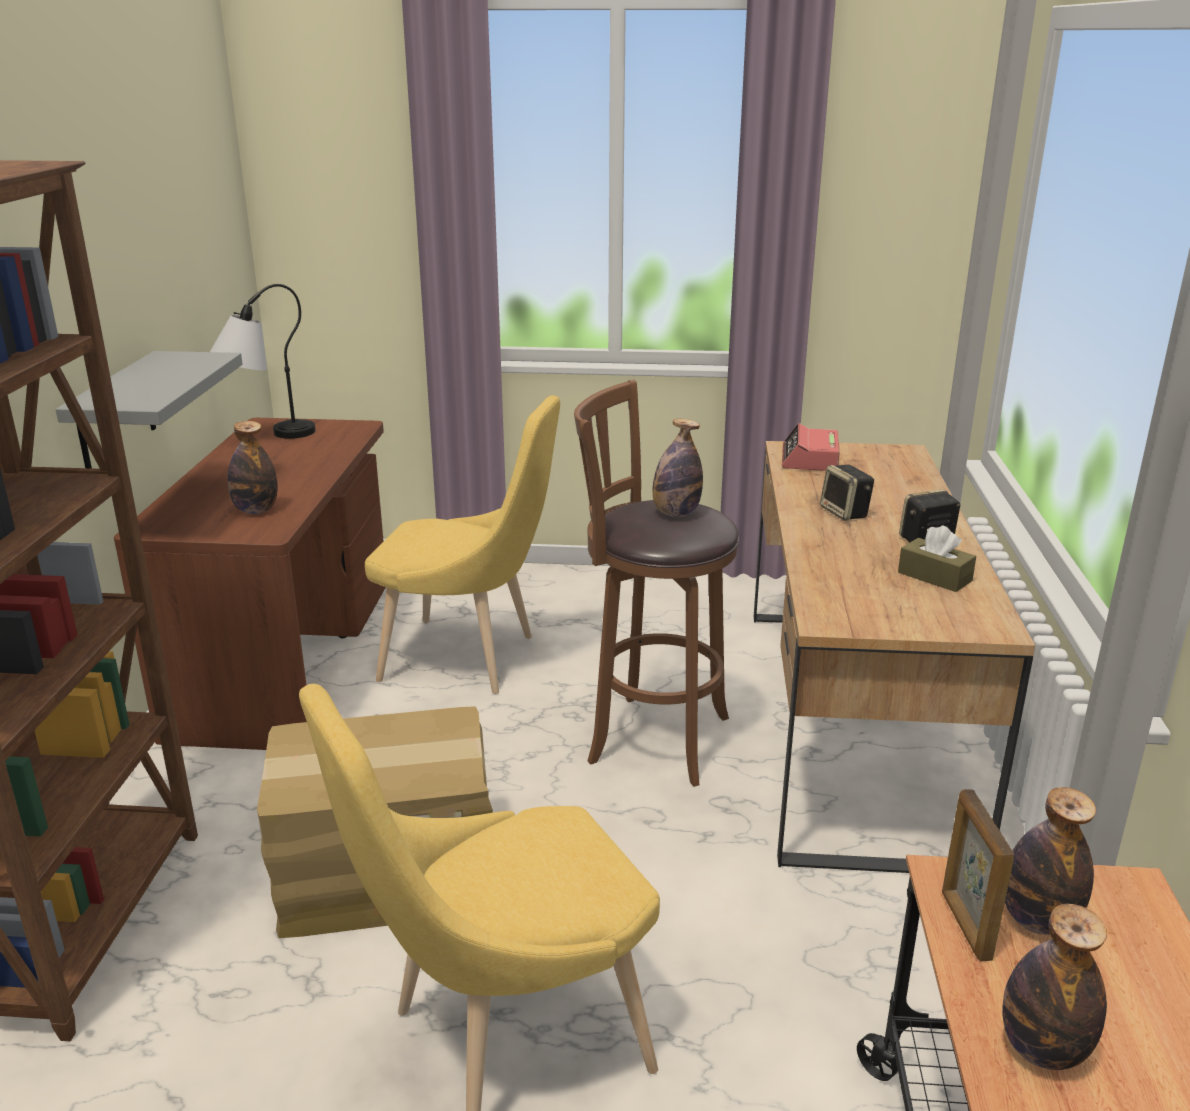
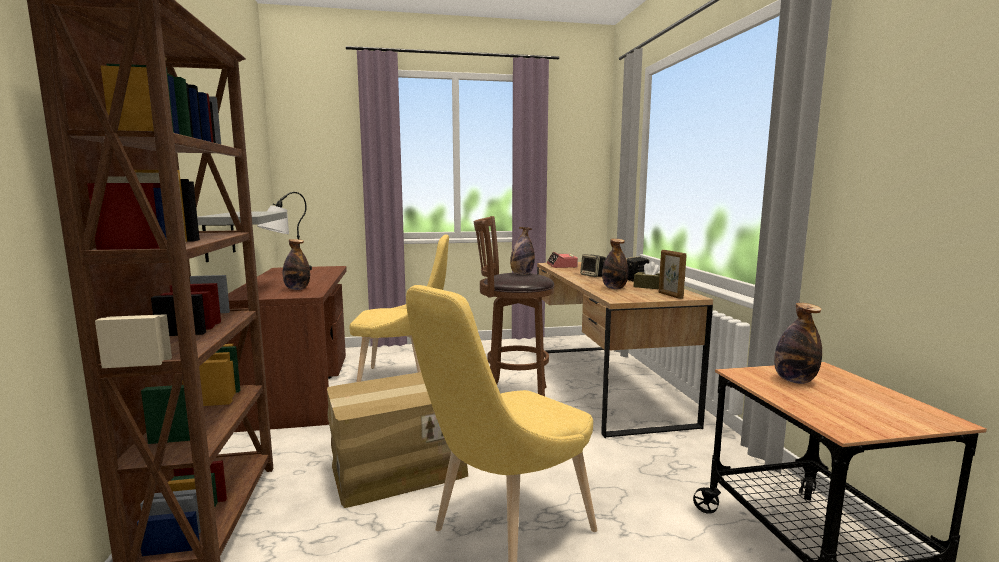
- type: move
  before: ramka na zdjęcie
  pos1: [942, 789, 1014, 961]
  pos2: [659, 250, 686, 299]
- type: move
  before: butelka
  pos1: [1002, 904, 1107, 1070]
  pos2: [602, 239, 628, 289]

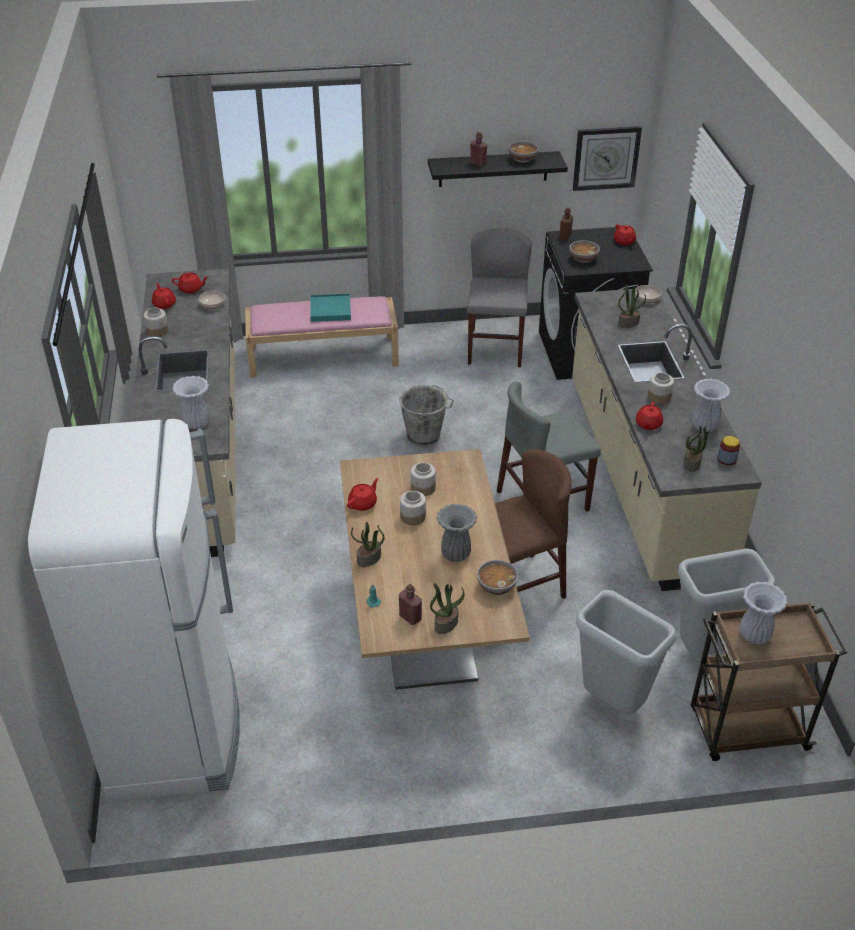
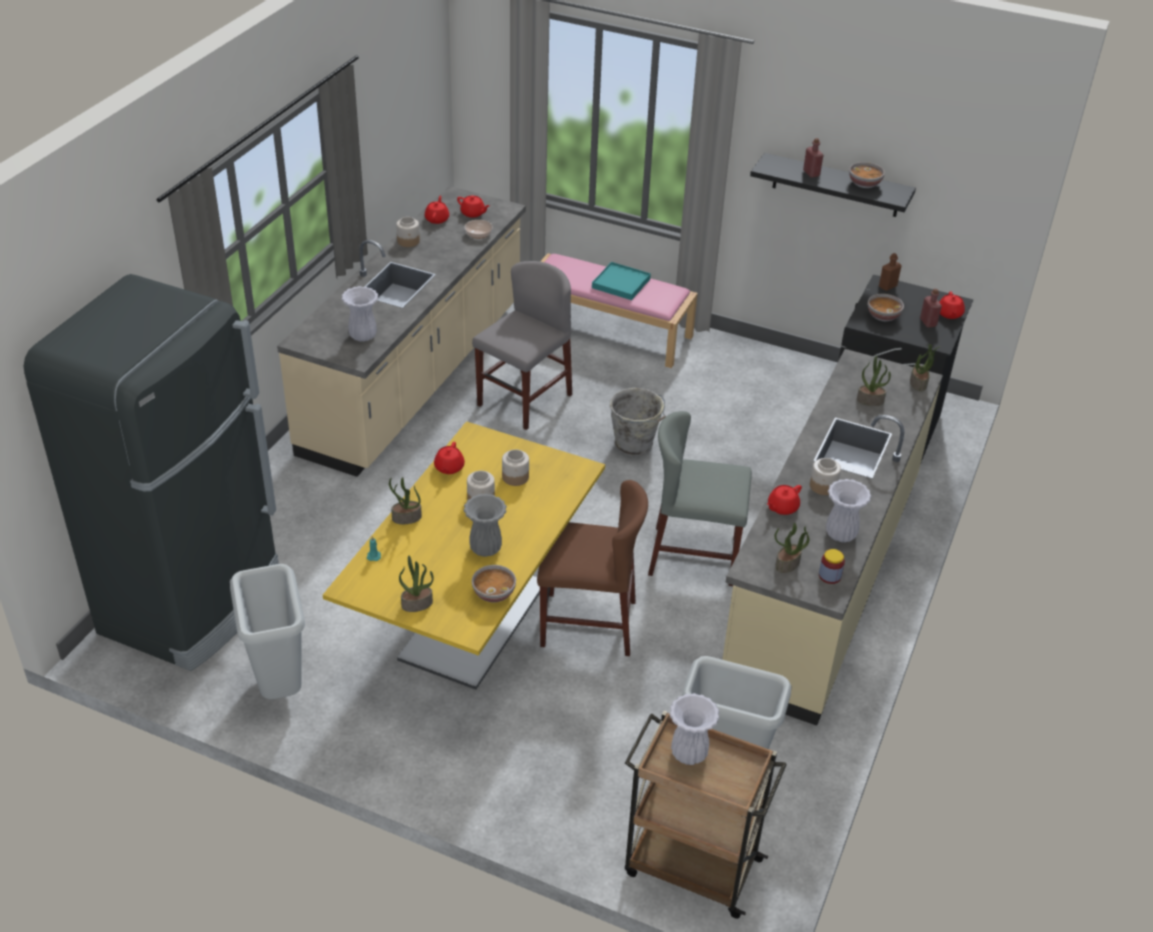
- type: recolor
  before: lodówka (biały)
  after: lodówka (czarny)
  pos1: [28, 419, 240, 802]
  pos2: [24, 274, 279, 671]
- type: recolor
  before: stół jadalny (brązowy)
  after: stół jadalny (żółty)
  pos1: [340, 449, 530, 690]
  pos2: [323, 421, 605, 690]
- type: rotate
  before: imbryk (czerwony)
  pos1: [347, 478, 378, 511]
  pos2: [434, 442, 465, 474]
  turn: 120
- type: move
  before: butelka (czerwony)
  pos1: [399, 584, 422, 625]
  pos2: [920, 289, 942, 328]
- type: move
  before: krzesło (szary)
  pos1: [467, 228, 532, 367]
  pos2: [472, 261, 572, 430]
- type: delete
  before: zegar ścienny
  pos1: [573, 126, 642, 191]
- type: move
  before: kosz na śmieci (szary)
  pos1: [576, 590, 676, 714]
  pos2: [230, 564, 305, 699]
- type: replace
  before: miska
  after: roślina doniczkowa
  pos1: [635, 285, 661, 303]
  pos2: [910, 344, 940, 391]

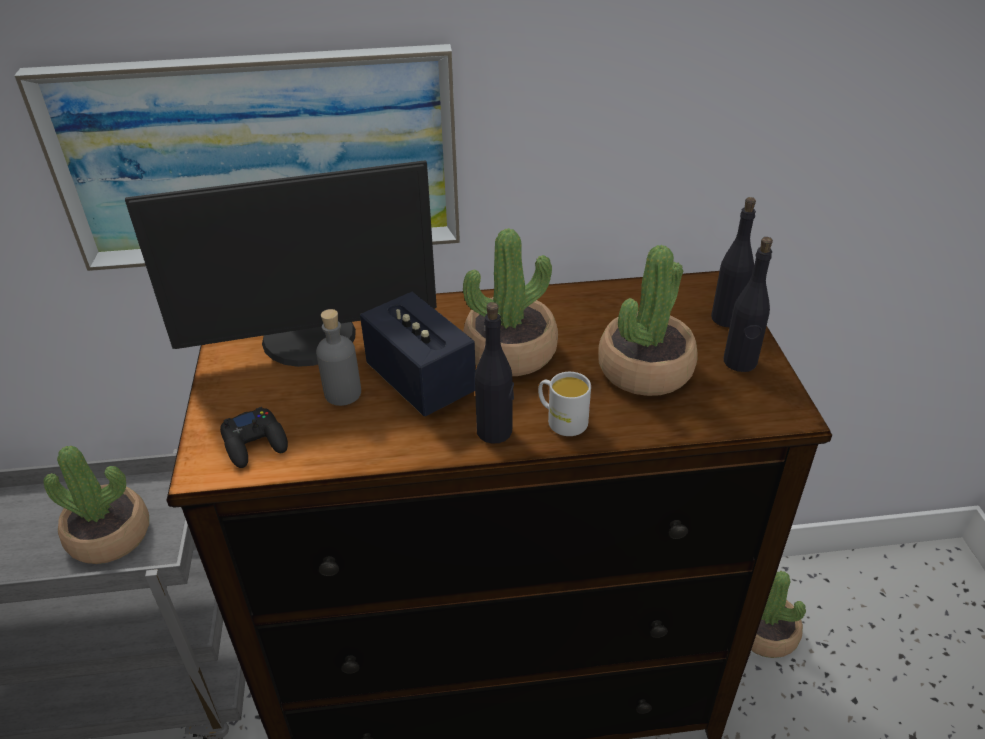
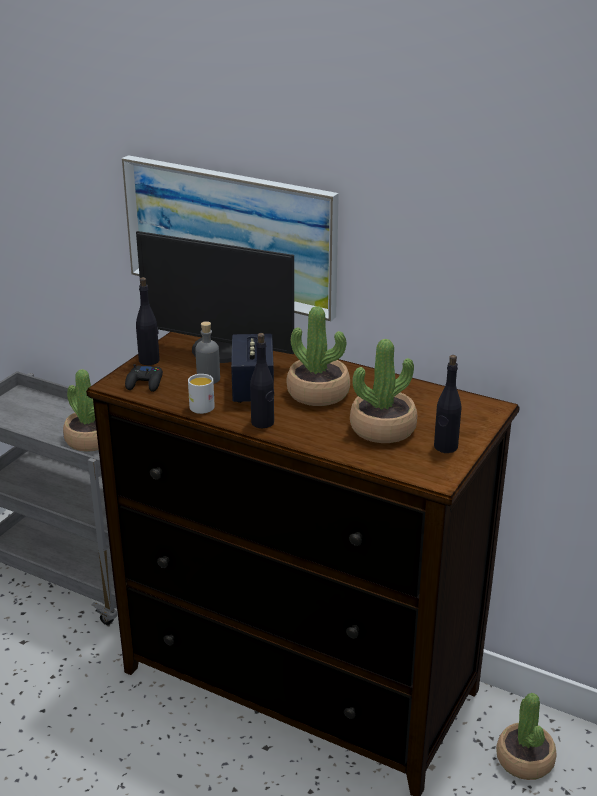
- type: move
  before: kubek (biały)
  pos1: [538, 372, 591, 436]
  pos2: [188, 374, 215, 414]
- type: move
  before: butelka (czarny)
  pos1: [711, 197, 756, 327]
  pos2: [136, 277, 160, 365]

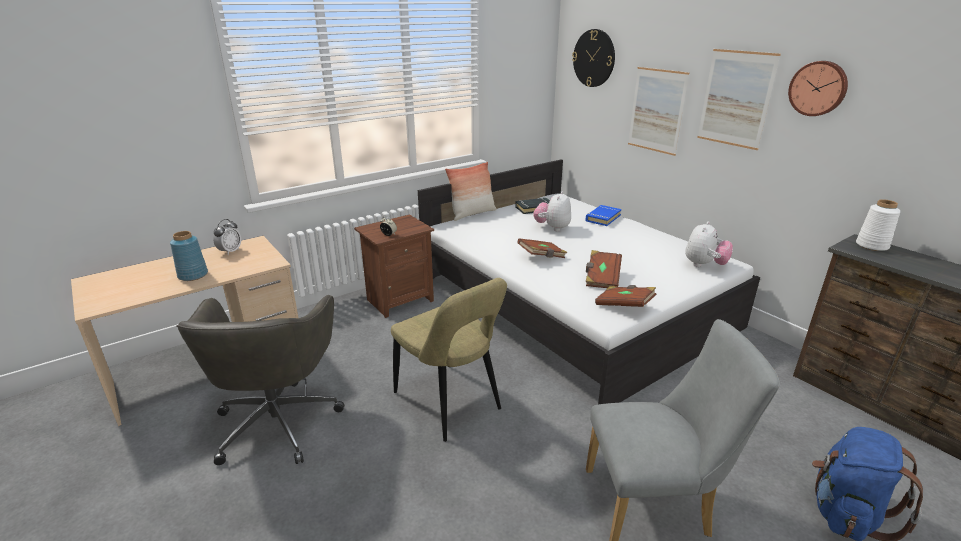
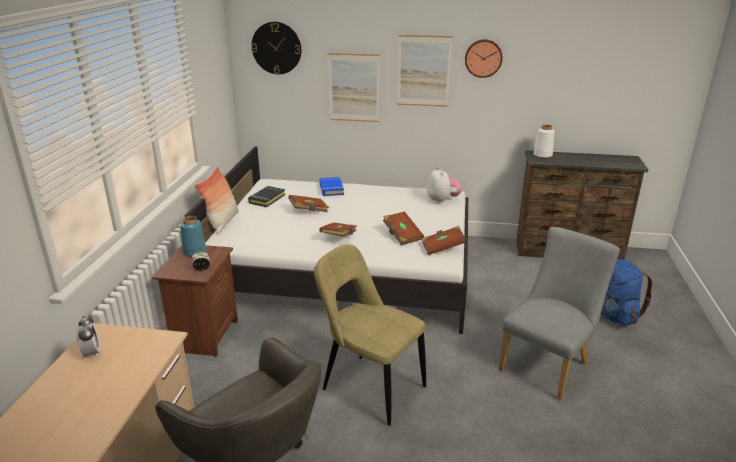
- type: move
  before: wazon (niebieski)
  pos1: [170, 231, 208, 281]
  pos2: [180, 216, 206, 257]
- type: rotate
  before: krzesło (beżowy)
  pos1: [391, 278, 507, 442]
  pos2: [314, 244, 426, 425]
  turn: -150
- type: replace
  before: pluszak
  after: książka (brązowy)
  pos1: [534, 191, 571, 231]
  pos2: [288, 195, 329, 212]

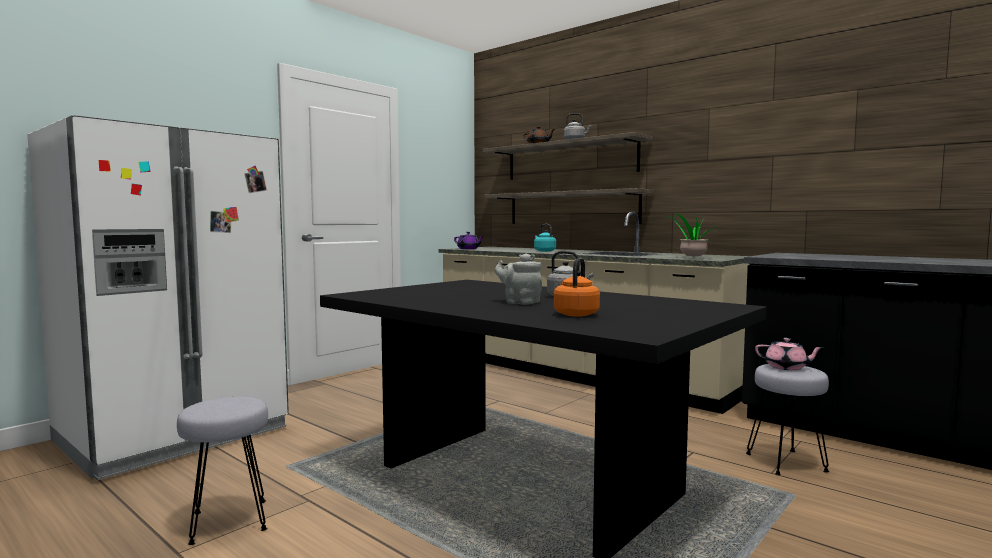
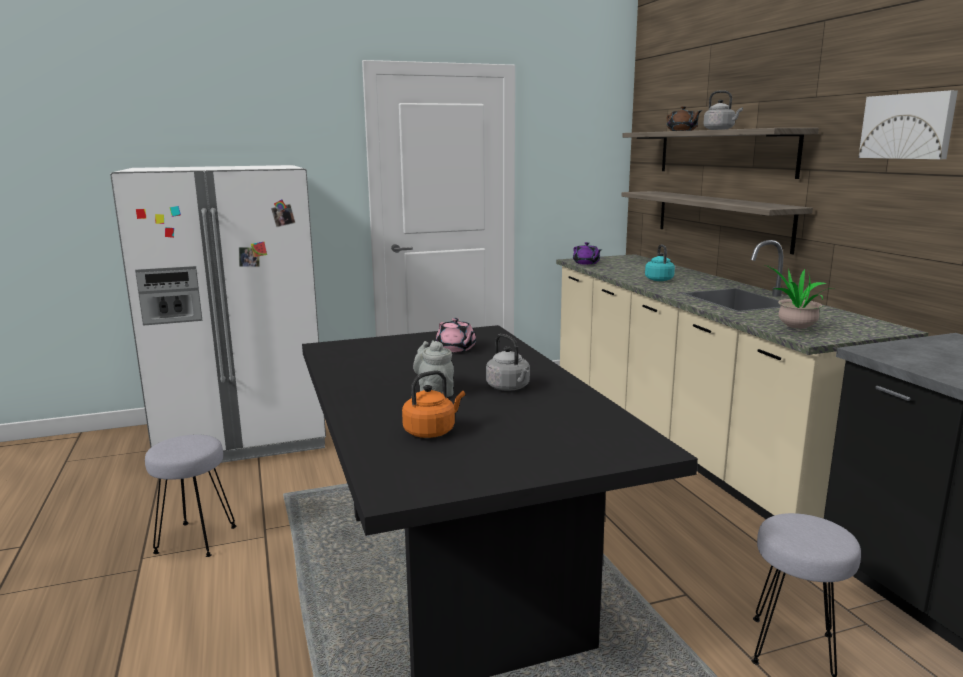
- type: move
  before: imbryk (różowy)
  pos1: [755, 338, 824, 370]
  pos2: [436, 318, 476, 352]
- type: insert
  after: obraz
  pos2: [858, 90, 958, 159]

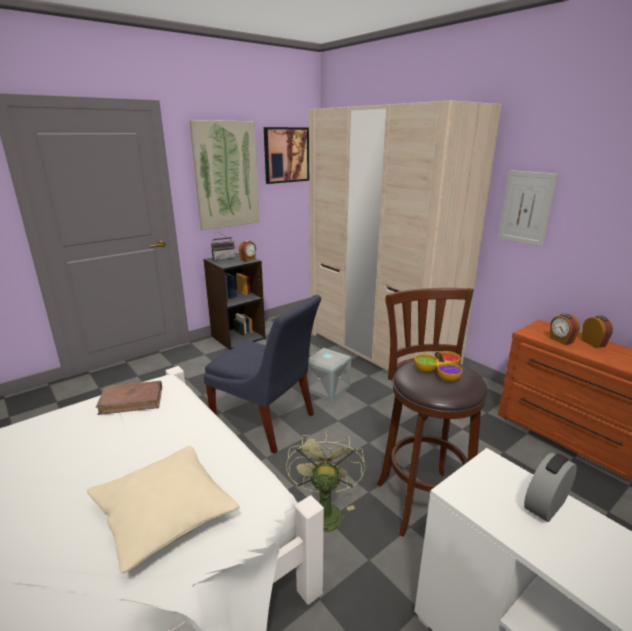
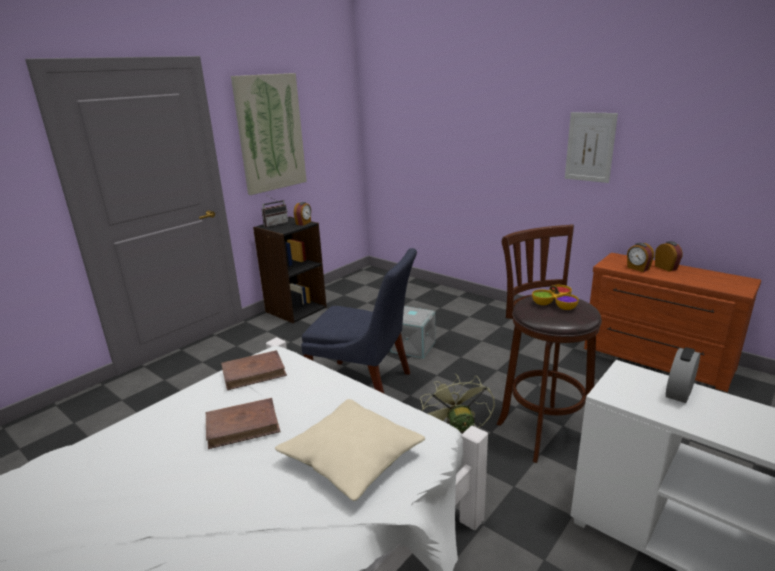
- type: delete
  before: obraz
  pos1: [264, 127, 309, 184]
- type: delete
  before: szafa (beżowy)
  pos1: [309, 101, 502, 371]
- type: insert
  after: książka (brązowy)
  pos2: [206, 398, 281, 449]

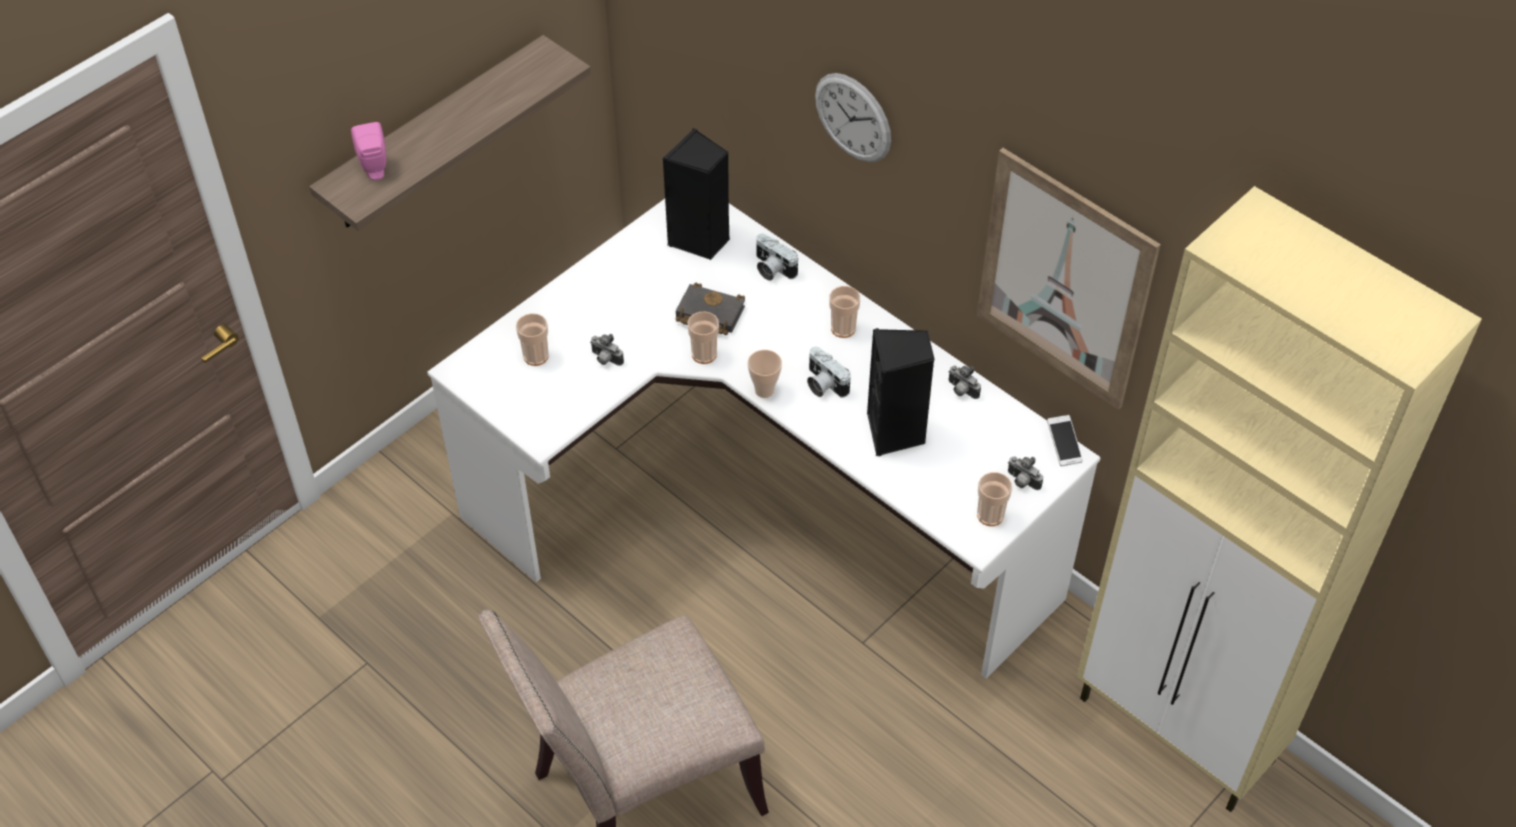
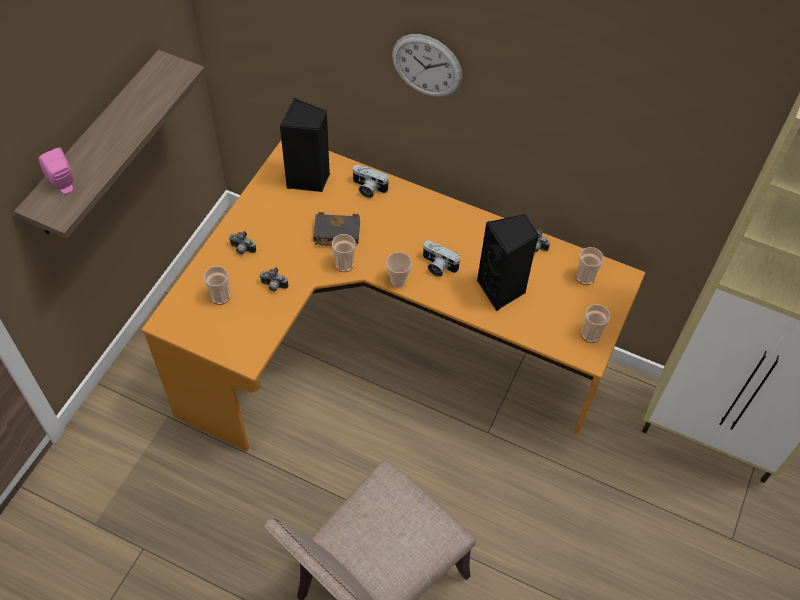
- type: recolor
  before: biurko (biały)
  after: biurko (pomarańczowy)
  pos1: [427, 199, 1100, 678]
  pos2: [141, 141, 645, 451]
- type: move
  before: filiżanka
  pos1: [830, 286, 860, 338]
  pos2: [576, 247, 604, 285]
- type: delete
  before: obraz
  pos1: [977, 148, 1161, 410]
- type: move
  before: aparat fotograficzny
  pos1: [1008, 456, 1043, 490]
  pos2: [229, 231, 256, 254]
- type: delete
  before: telefon
  pos1: [1047, 415, 1083, 466]

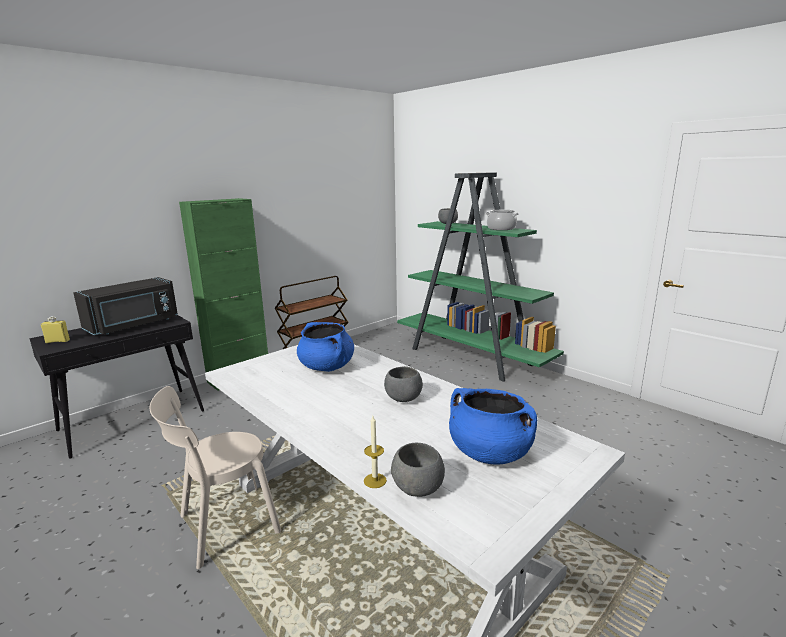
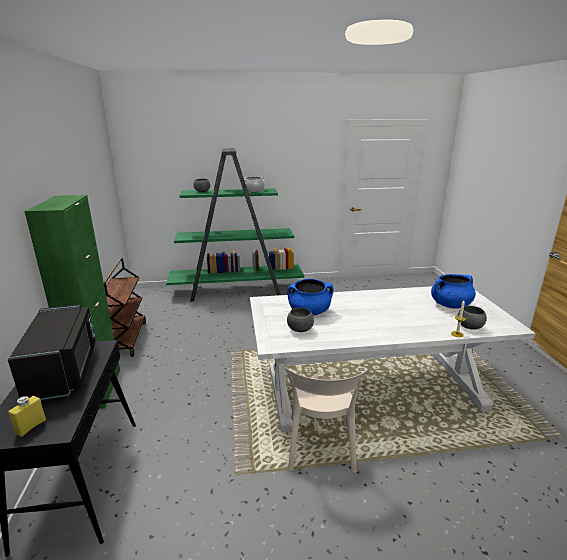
- type: move
  before: miska (szary)
  pos1: [384, 366, 423, 402]
  pos2: [287, 308, 314, 332]

